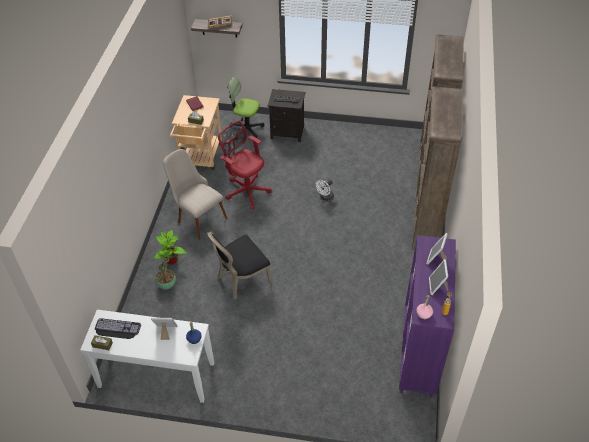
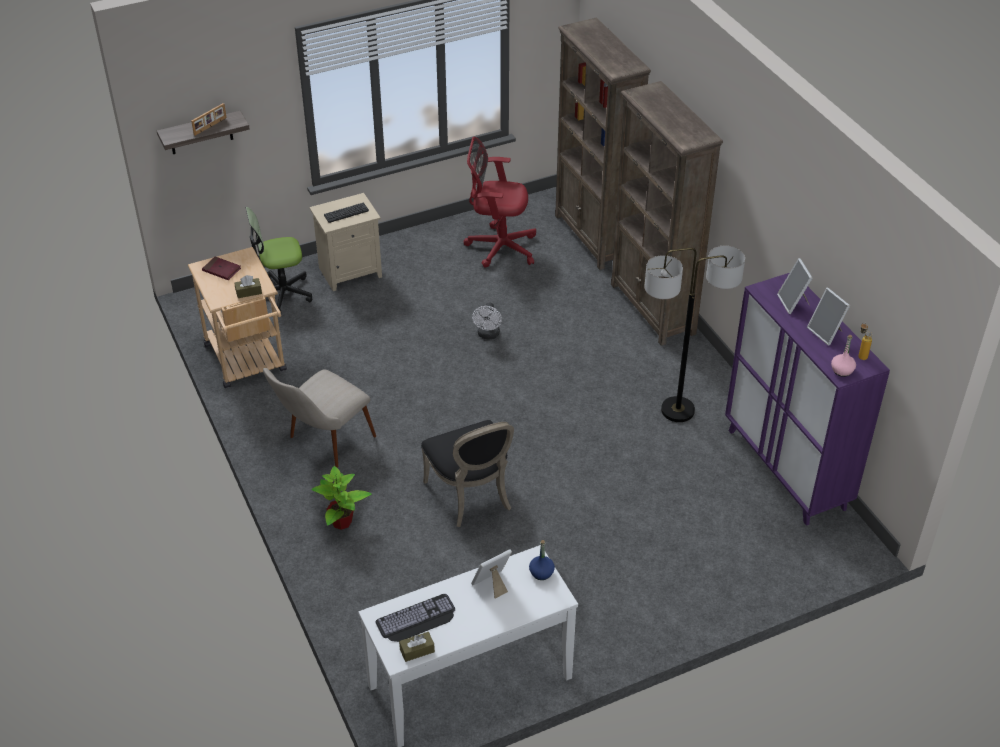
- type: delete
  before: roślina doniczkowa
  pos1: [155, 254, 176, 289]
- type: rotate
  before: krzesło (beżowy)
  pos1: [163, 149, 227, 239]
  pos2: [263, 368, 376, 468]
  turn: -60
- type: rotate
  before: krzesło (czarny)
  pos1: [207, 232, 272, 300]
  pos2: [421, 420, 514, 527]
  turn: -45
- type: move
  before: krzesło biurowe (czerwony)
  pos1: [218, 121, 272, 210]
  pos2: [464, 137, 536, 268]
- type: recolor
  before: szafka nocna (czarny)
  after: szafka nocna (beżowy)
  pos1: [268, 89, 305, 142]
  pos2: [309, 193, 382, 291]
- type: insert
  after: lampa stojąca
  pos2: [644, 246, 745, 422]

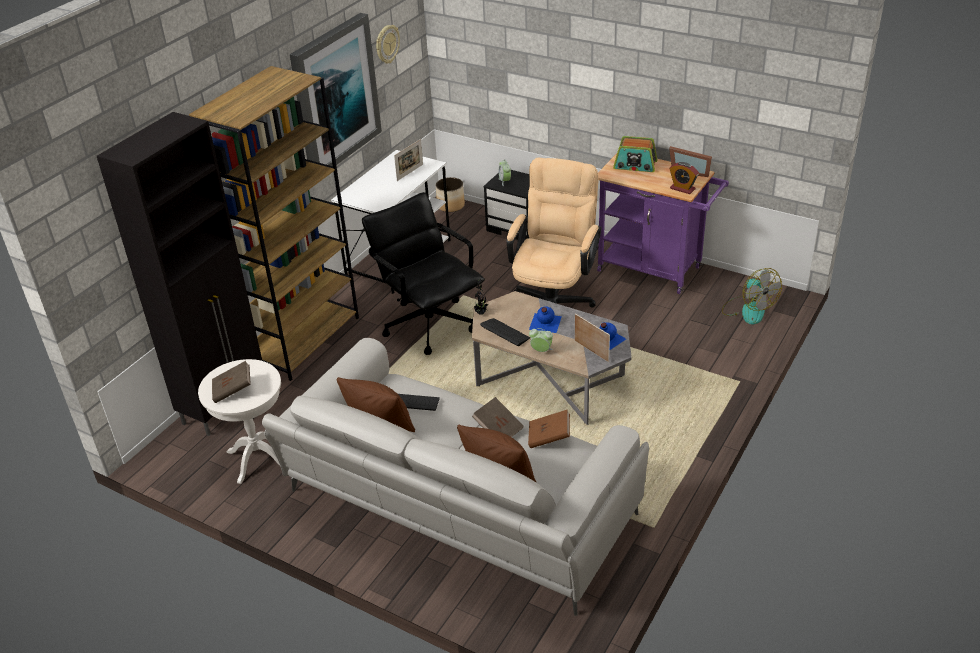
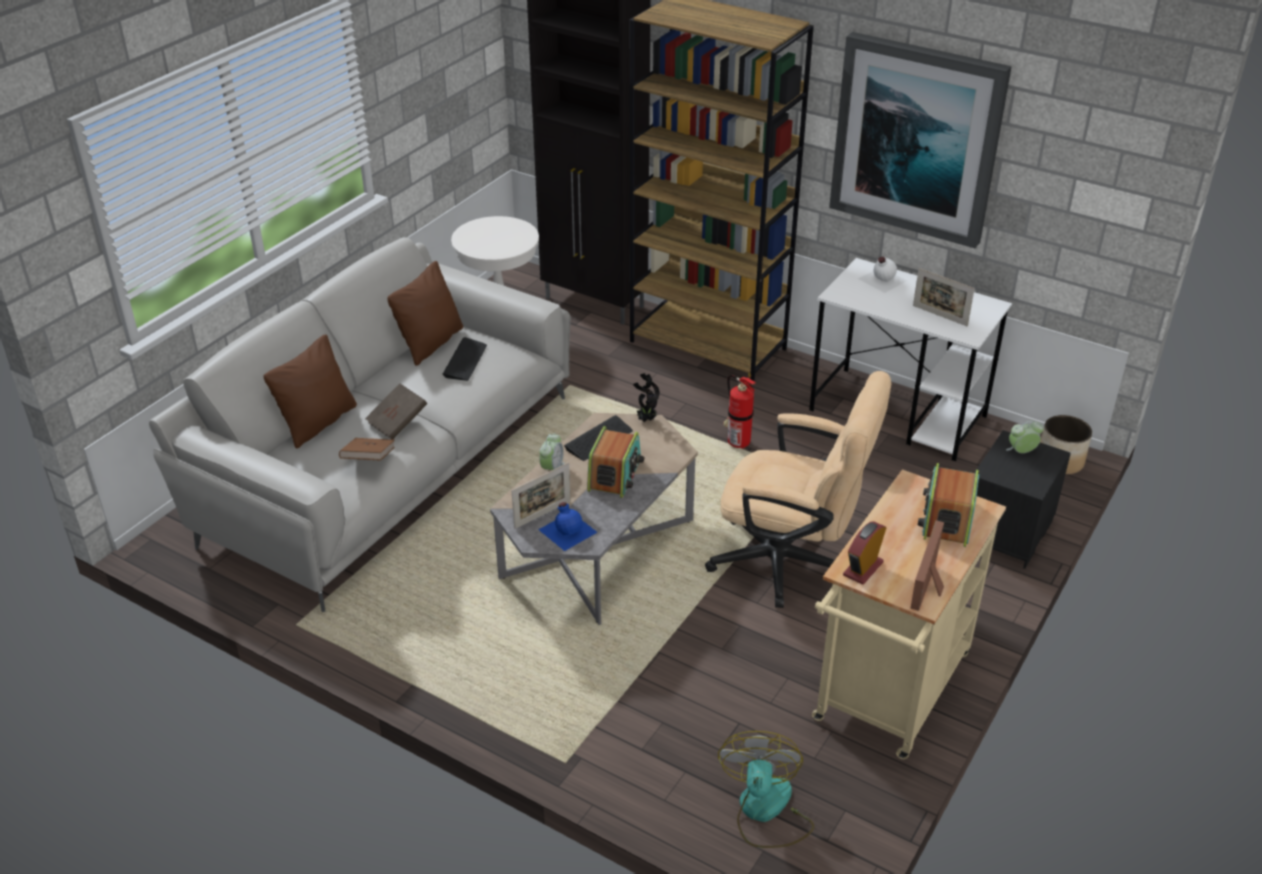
- type: delete
  before: książka (brązowy)
  pos1: [212, 361, 251, 403]
- type: replace
  before: krzesło biurowe (czarny)
  after: gaśnica
  pos1: [362, 192, 484, 355]
  pos2: [723, 372, 756, 449]
- type: delete
  before: zegar ścienny
  pos1: [376, 25, 400, 64]
- type: replace
  before: butelka (niebieski)
  after: radio
  pos1: [529, 306, 562, 333]
  pos2: [587, 426, 644, 498]
- type: recolor
  before: wózek (fioletowy)
  after: wózek (beżowy)
  pos1: [597, 154, 729, 294]
  pos2: [812, 469, 1006, 760]
- type: rotate
  before: wentylator
  pos1: [722, 268, 782, 325]
  pos2: [718, 731, 814, 848]
  turn: 120
- type: insert
  after: butelka (biały)
  pos2: [858, 257, 908, 293]

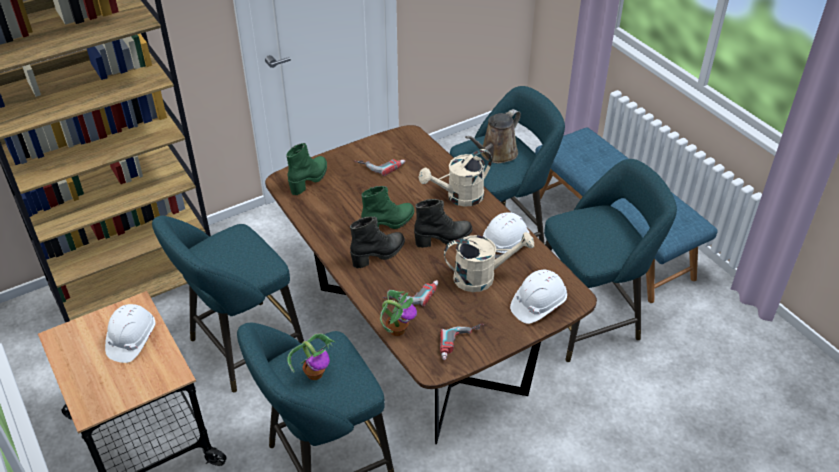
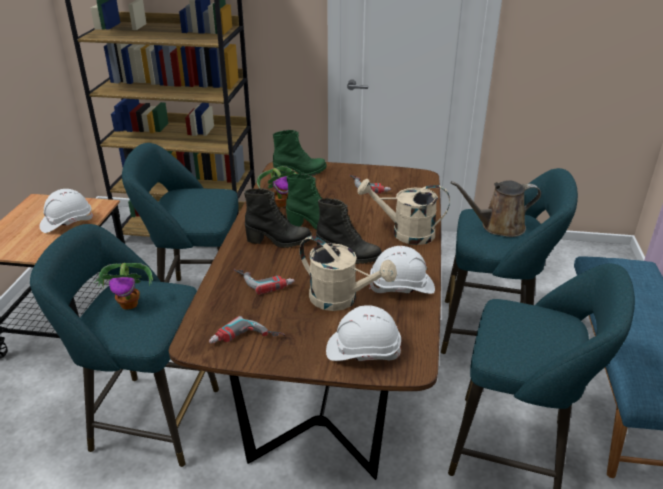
- type: move
  before: roślina doniczkowa
  pos1: [380, 290, 417, 336]
  pos2: [257, 166, 297, 207]

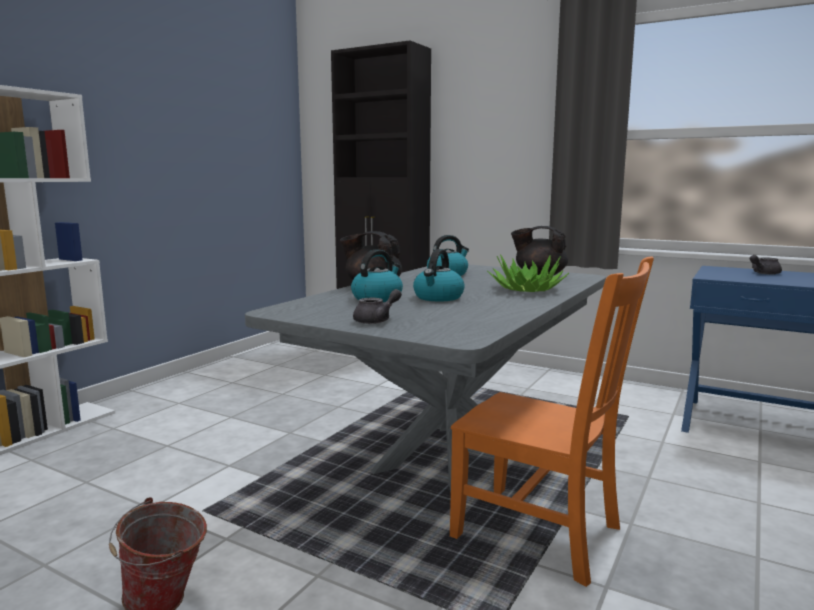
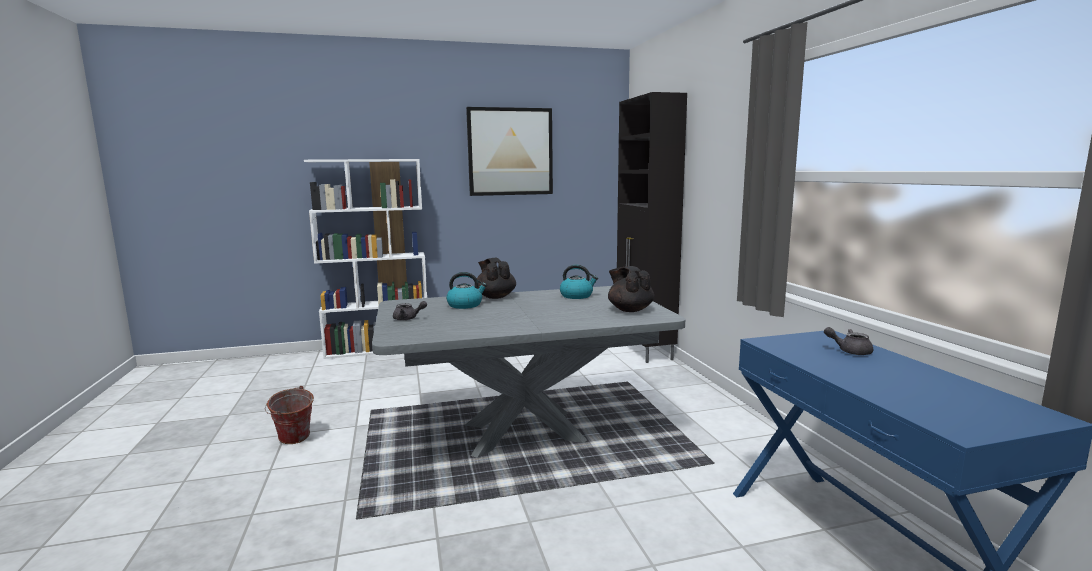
- type: delete
  before: czajnik
  pos1: [413, 249, 465, 301]
- type: delete
  before: krzesło (pomarańczowy)
  pos1: [450, 256, 654, 587]
- type: delete
  before: roślina doniczkowa
  pos1: [487, 254, 569, 292]
- type: insert
  after: obraz
  pos2: [466, 107, 553, 196]

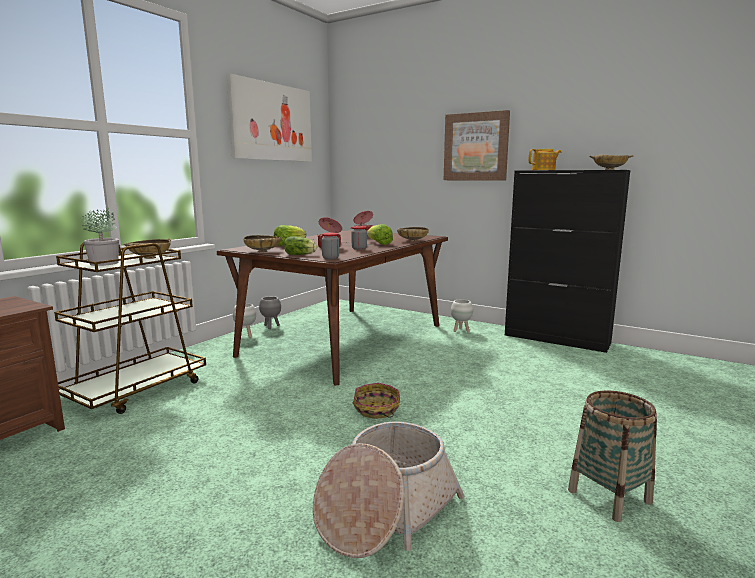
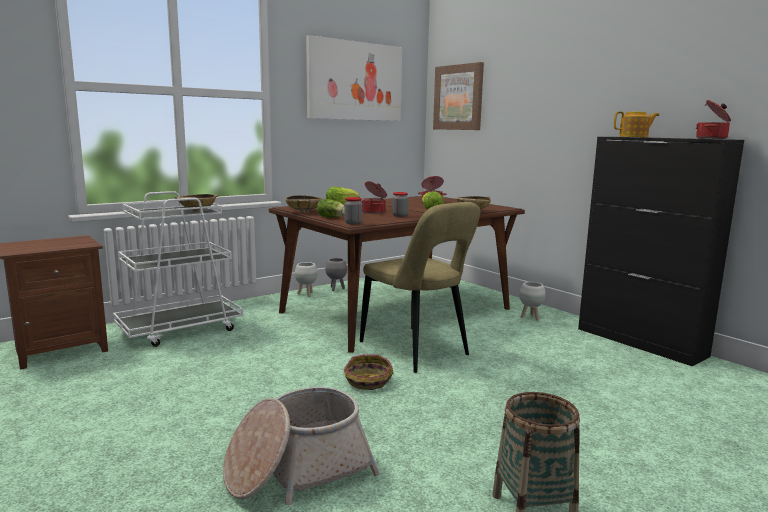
- type: recolor
  before: wózek (brązowy)
  after: wózek (biały)
  pos1: [54, 242, 206, 414]
  pos2: [113, 191, 243, 347]
- type: delete
  before: roślina doniczkowa
  pos1: [82, 208, 119, 266]
- type: move
  before: obraz
  pos1: [444, 110, 510, 181]
  pos2: [433, 62, 484, 130]
- type: replace
  before: miska (beżowy)
  after: garnek
  pos1: [589, 155, 634, 170]
  pos2: [696, 100, 731, 139]
- type: insert
  after: krzesło (beżowy)
  pos2: [360, 202, 480, 373]

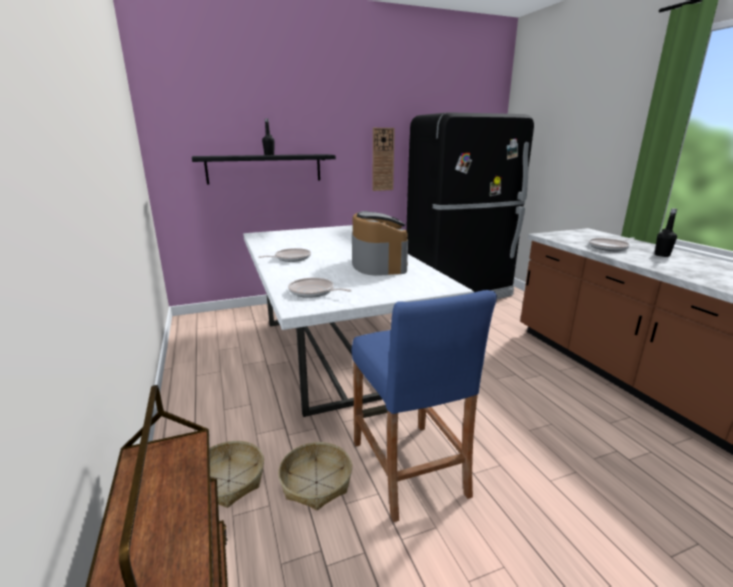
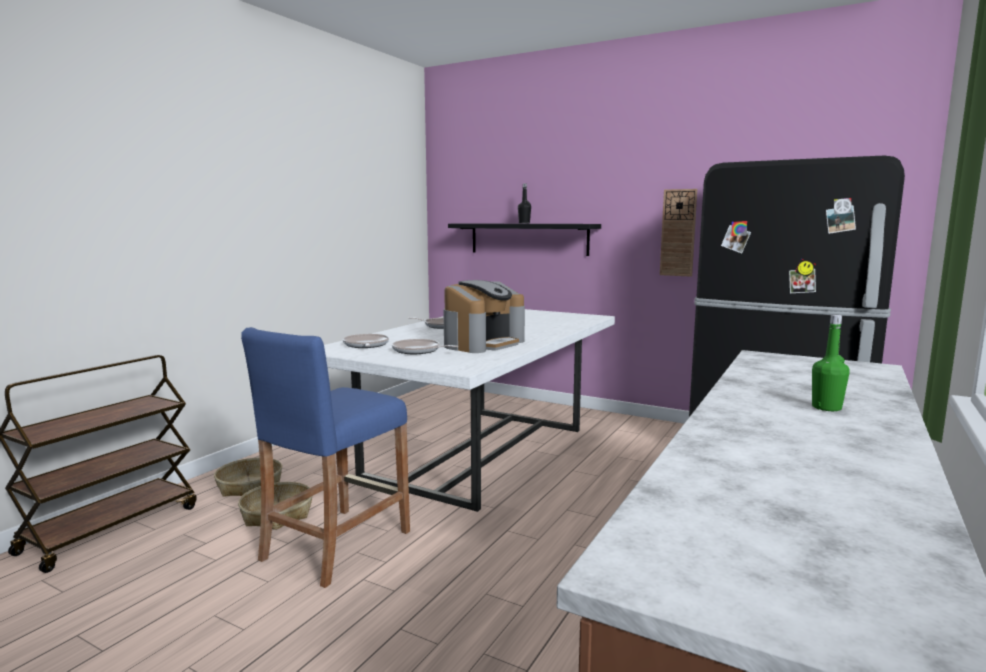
- type: move
  before: patelnia
  pos1: [589, 237, 635, 251]
  pos2: [392, 339, 458, 354]
- type: recolor
  before: butelka (czarny)
  after: butelka (zielony)
  pos1: [655, 208, 677, 257]
  pos2: [812, 315, 850, 411]

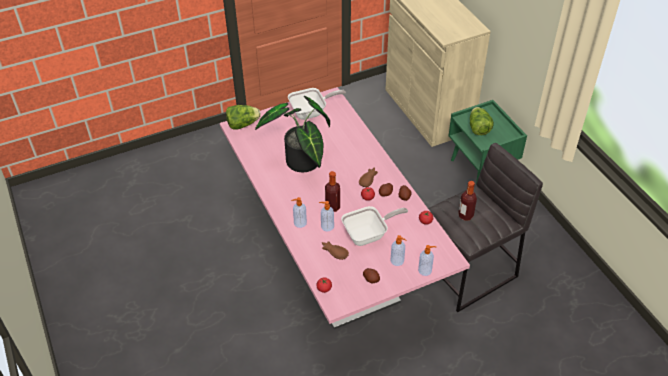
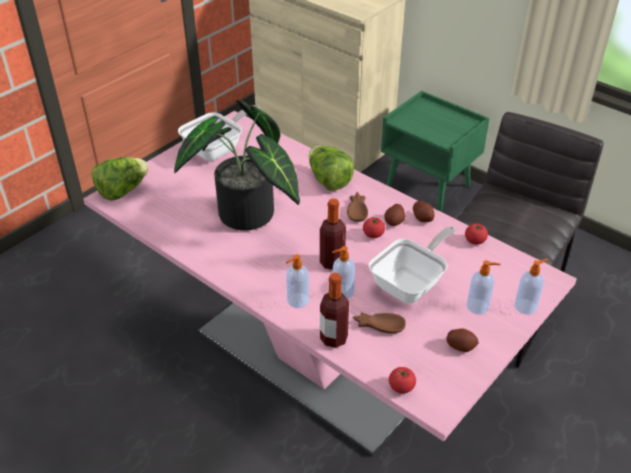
- type: move
  before: butelka
  pos1: [458, 181, 477, 221]
  pos2: [320, 273, 349, 348]
- type: move
  before: sałata
  pos1: [470, 107, 494, 135]
  pos2: [308, 145, 354, 191]

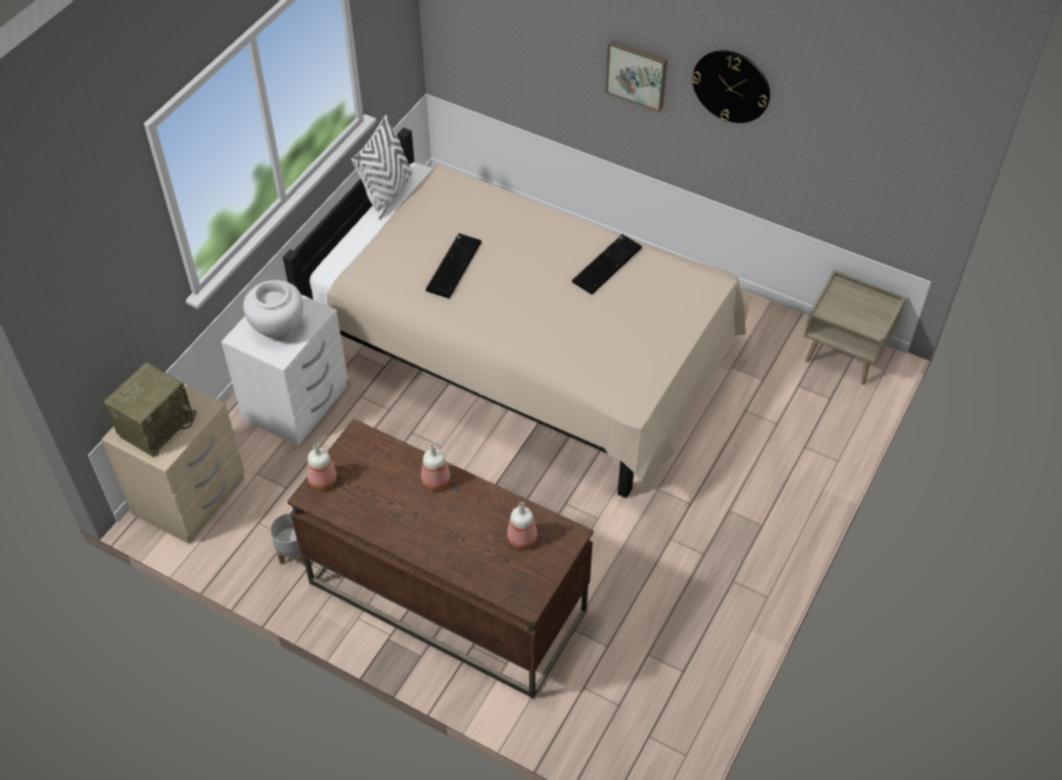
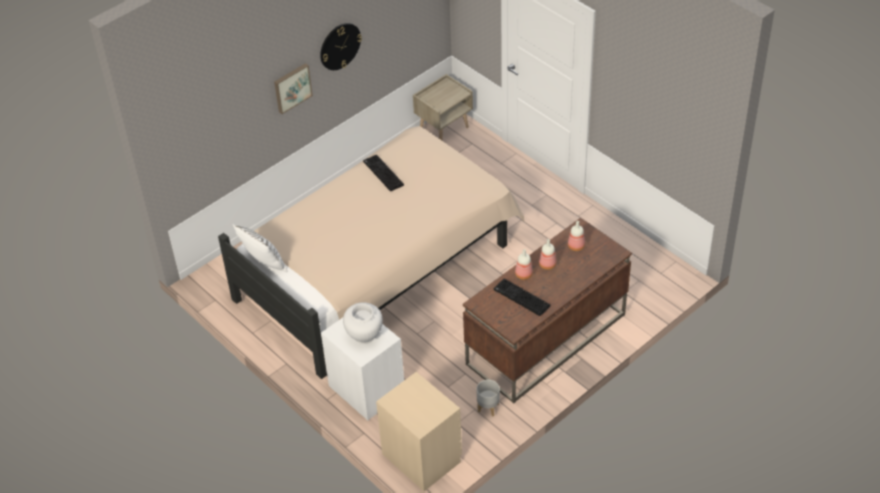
- type: delete
  before: radio
  pos1: [104, 362, 196, 457]
- type: move
  before: butelka
  pos1: [307, 443, 337, 490]
  pos2: [539, 239, 557, 270]
- type: move
  before: klawiatura
  pos1: [426, 233, 481, 298]
  pos2: [494, 279, 550, 316]

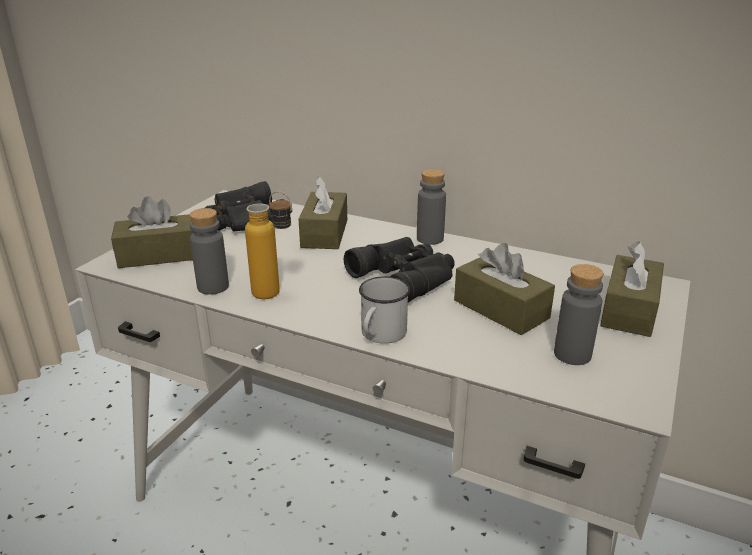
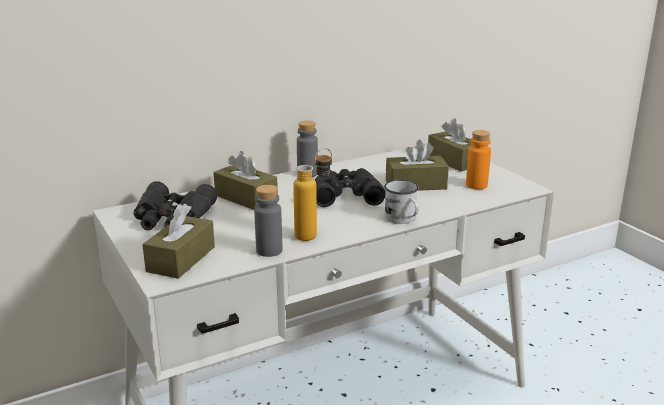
- type: recolor
  before: butelka (szary)
  after: butelka (pomarańczowy)
  pos1: [554, 264, 604, 365]
  pos2: [466, 130, 491, 189]

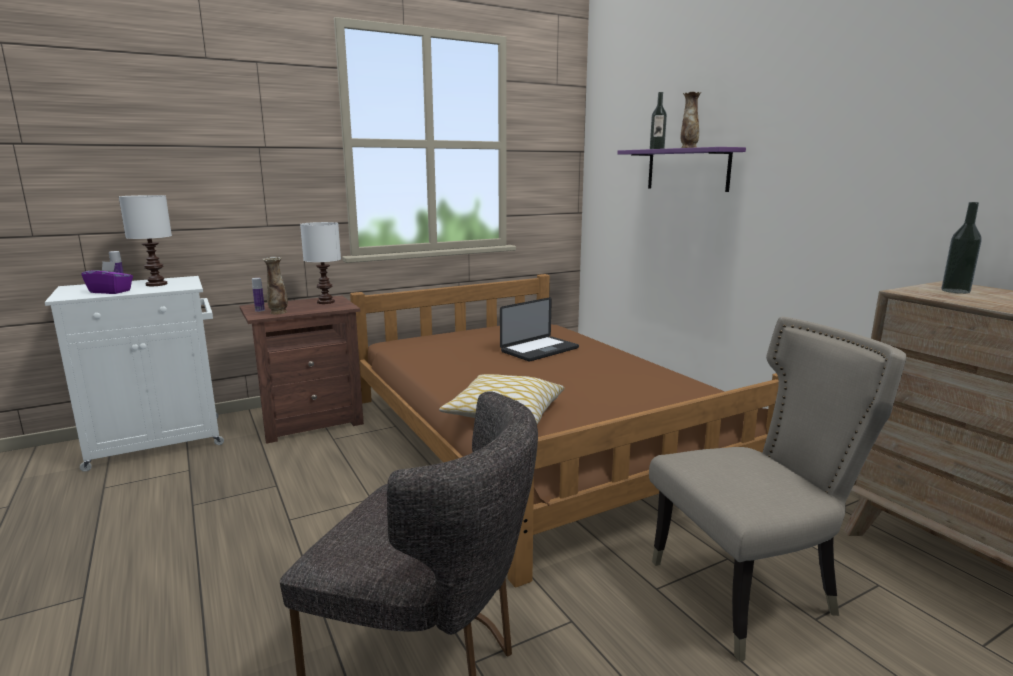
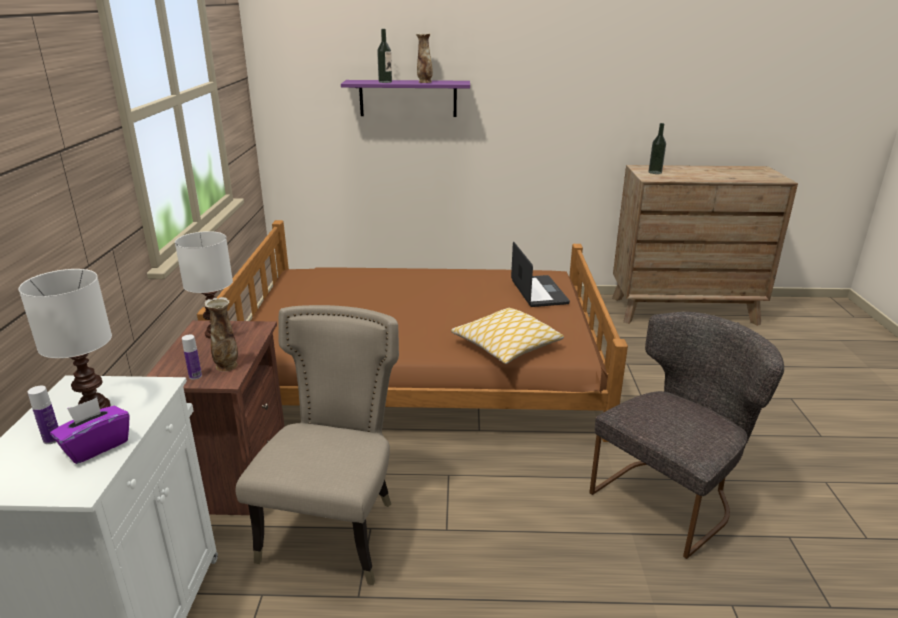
- type: move
  before: laptop
  pos1: [500, 297, 579, 361]
  pos2: [511, 242, 570, 307]
- type: move
  before: krzesło (beżowy)
  pos1: [649, 316, 906, 662]
  pos2: [236, 305, 399, 585]

